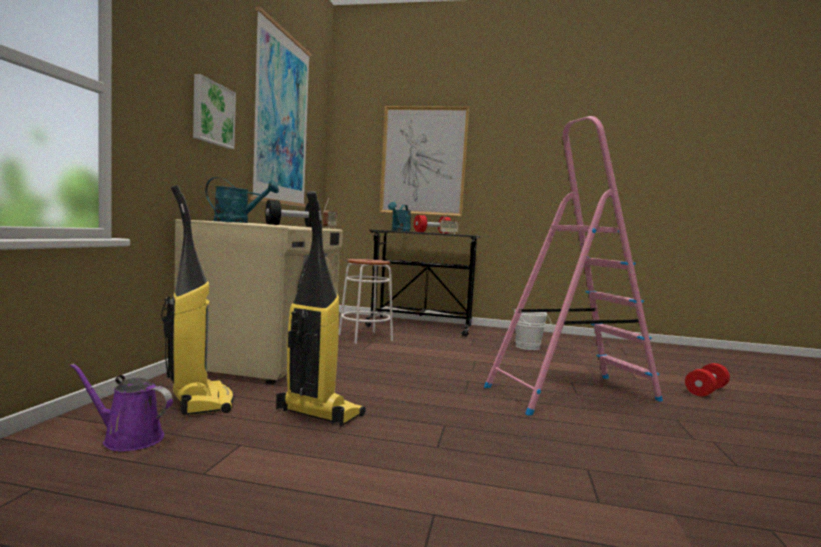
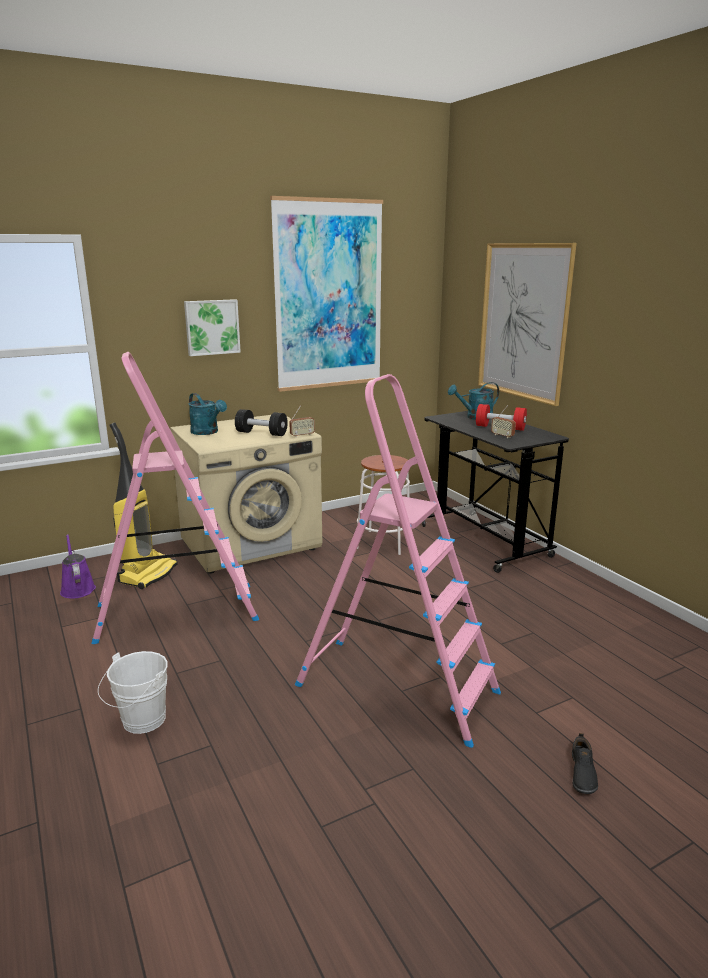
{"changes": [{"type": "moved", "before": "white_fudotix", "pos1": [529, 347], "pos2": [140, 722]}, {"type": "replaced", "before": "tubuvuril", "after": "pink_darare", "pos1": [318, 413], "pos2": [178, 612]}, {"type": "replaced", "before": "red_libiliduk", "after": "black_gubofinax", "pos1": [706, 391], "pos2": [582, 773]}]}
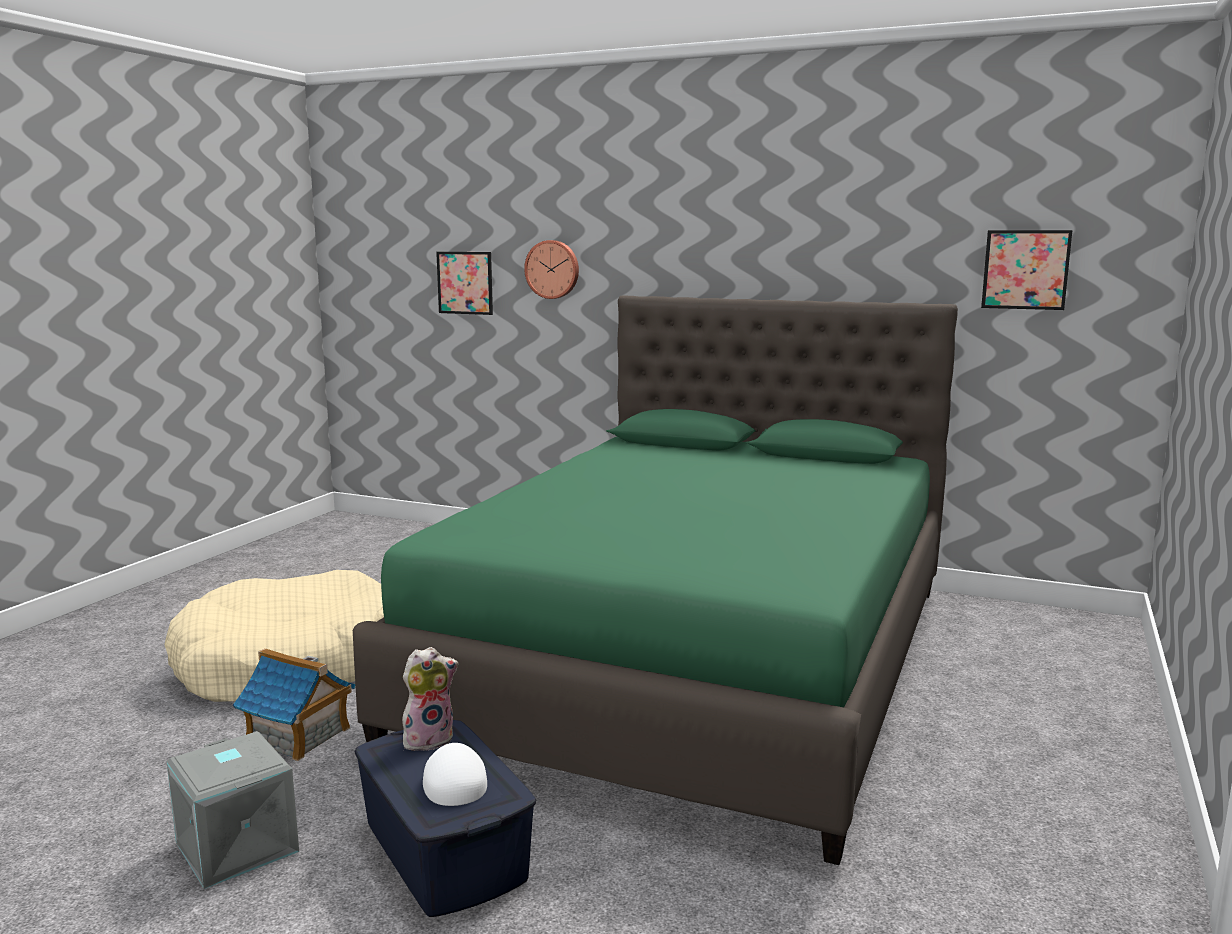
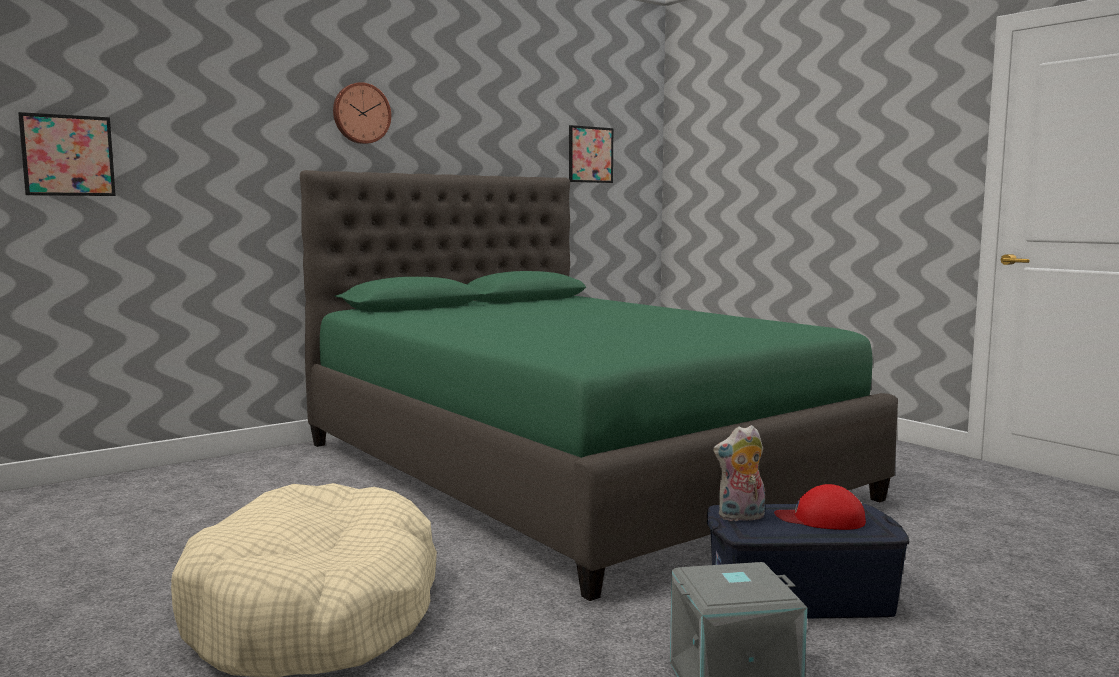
{"changes": [{"type": "removed", "before": "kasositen", "pos1": [298, 736]}, {"type": "moved", "before": "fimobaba", "pos1": [553, 269], "pos2": [361, 113]}, {"type": "recoloured", "before": "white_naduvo", "after": "red_naduvo", "pos1": [454, 780], "pos2": [821, 519]}, {"type": "turned", "before": "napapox", "pos1": [429, 739], "pos2": [740, 517], "turn": -105}]}
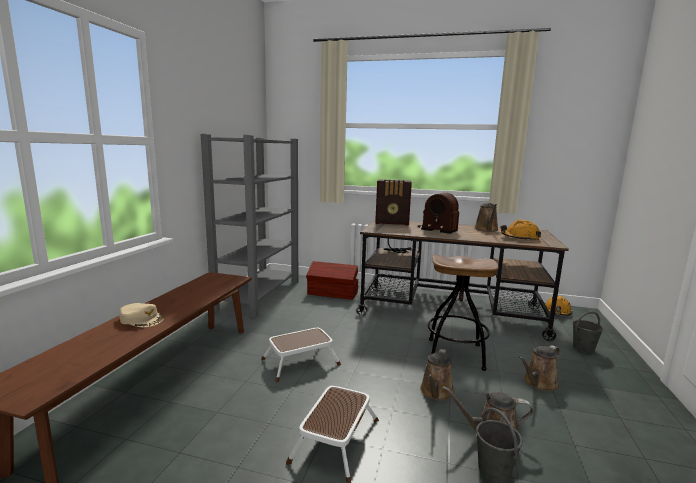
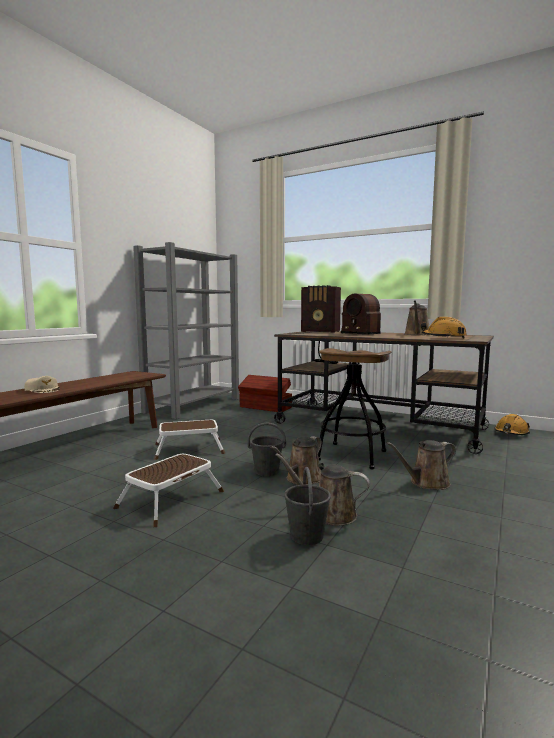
{"changes": [{"type": "moved", "before": "grey_fudotix", "pos1": [583, 348], "pos2": [267, 471]}]}
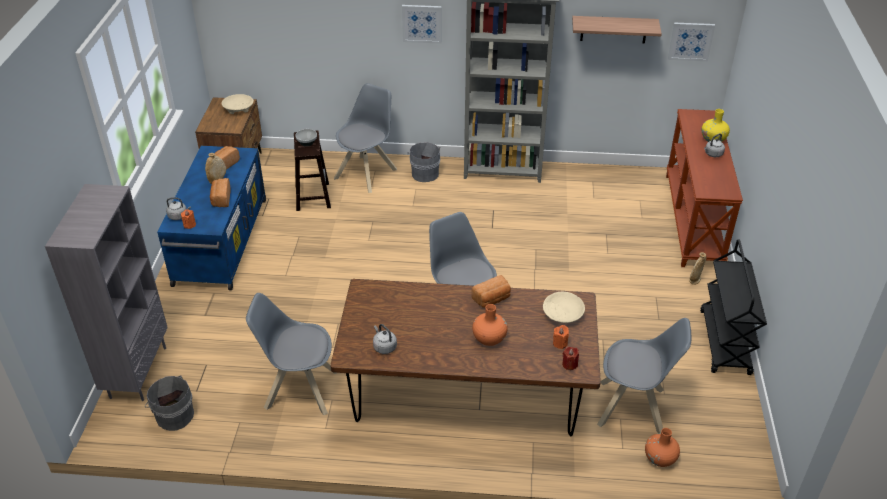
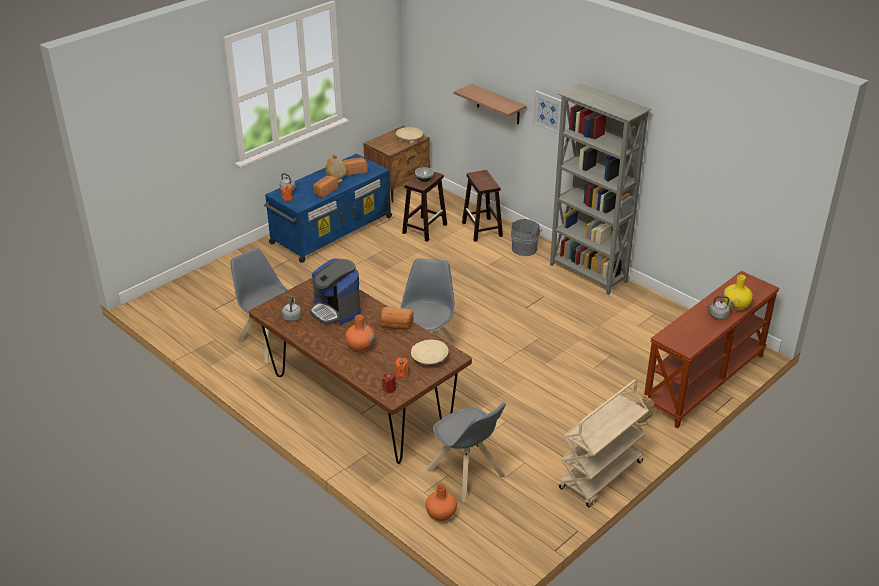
{"changes": [{"type": "removed", "before": "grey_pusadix", "pos1": [137, 372]}, {"type": "removed", "before": "grey_fudotix", "pos1": [173, 415]}, {"type": "removed", "before": "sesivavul", "pos1": [691, 41]}, {"type": "added", "after": "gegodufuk", "pos2": [335, 310]}, {"type": "moved", "before": "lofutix", "pos1": [613, 29], "pos2": [498, 104]}, {"type": "replaced", "before": "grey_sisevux", "after": "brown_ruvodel", "pos1": [367, 173], "pos2": [482, 230]}, {"type": "recoloured", "before": "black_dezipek", "after": "beige_dezipek", "pos1": [725, 343], "pos2": [601, 476]}]}
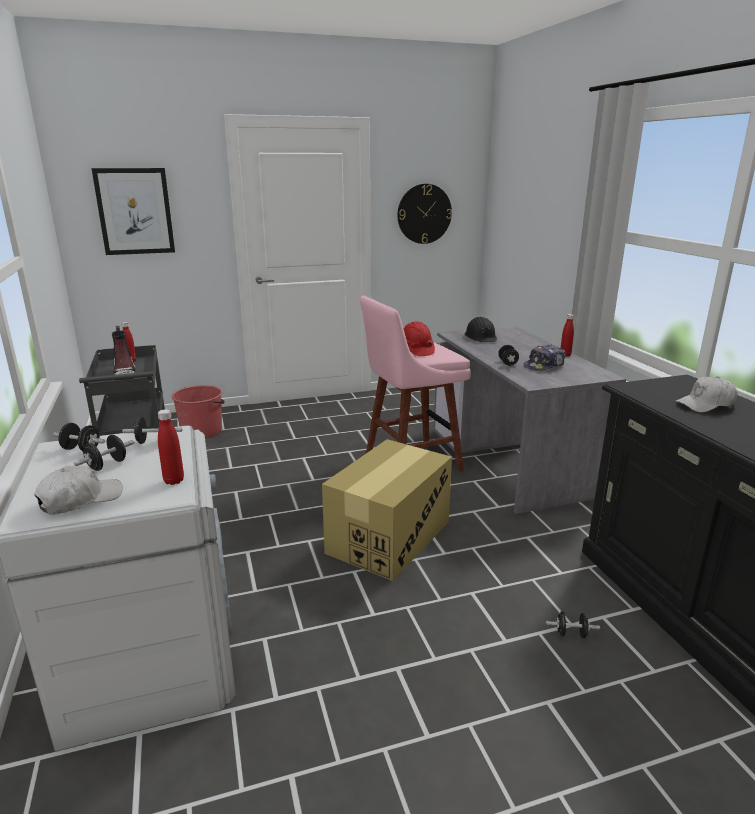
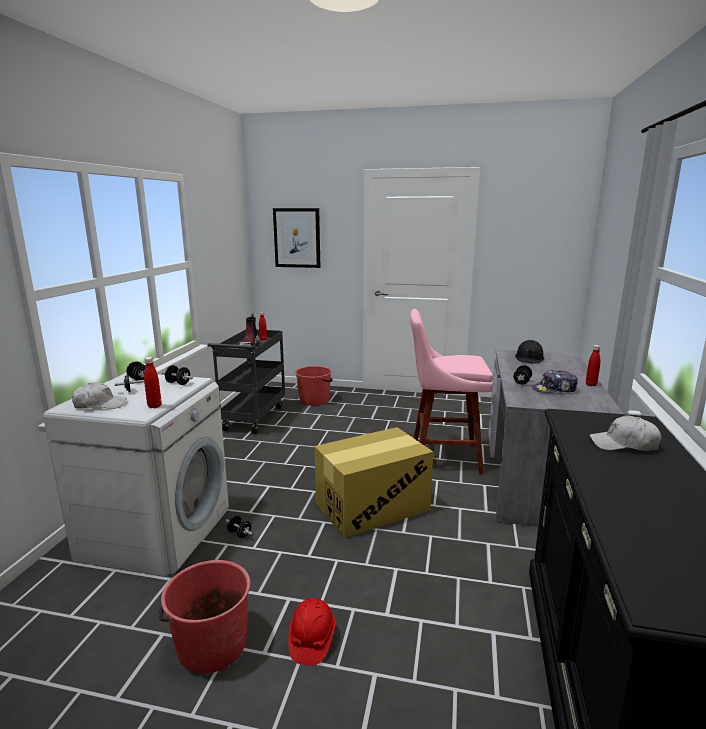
{"changes": [{"type": "removed", "before": "fimobaba", "pos1": [424, 214]}, {"type": "added", "after": "red_fudotix", "pos2": [211, 645]}, {"type": "moved", "before": "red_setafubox", "pos1": [416, 350], "pos2": [311, 640]}, {"type": "moved", "before": "black_libiliduk", "pos1": [571, 634], "pos2": [239, 534]}]}
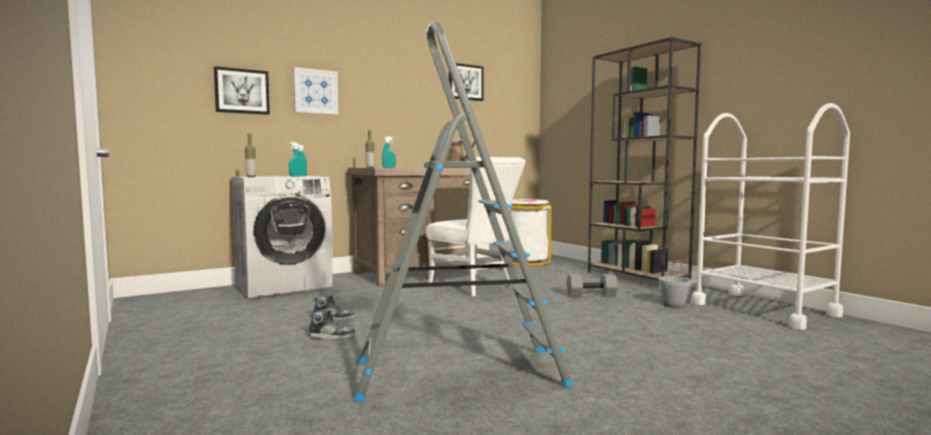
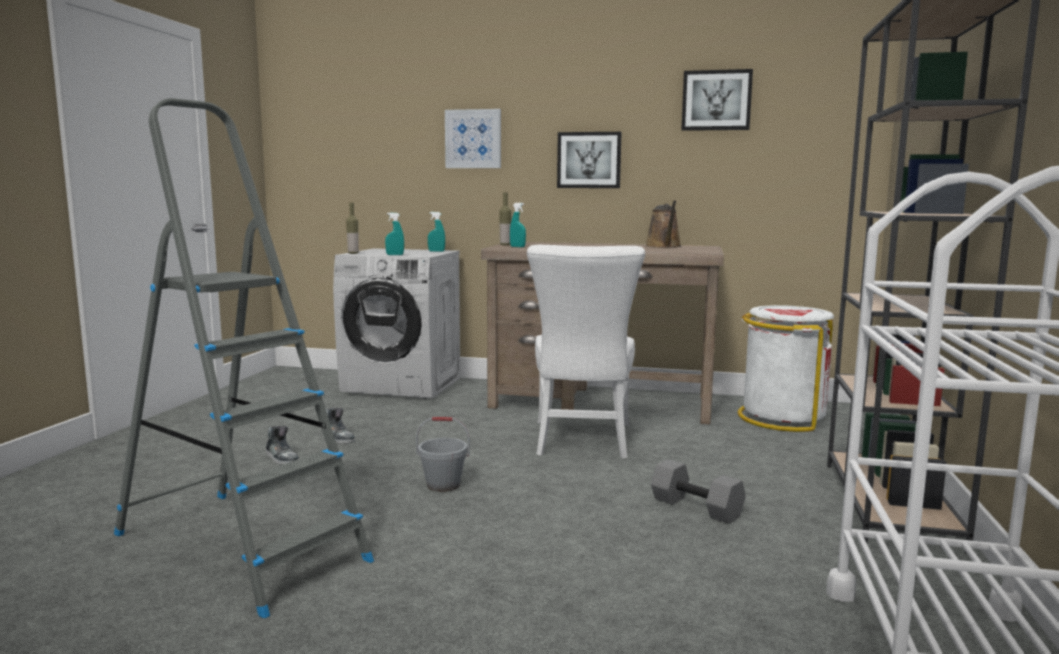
{"changes": [{"type": "moved", "before": "sesivavul", "pos1": [242, 91], "pos2": [589, 160]}, {"type": "moved", "before": "grey_fudotix", "pos1": [673, 304], "pos2": [443, 485]}]}
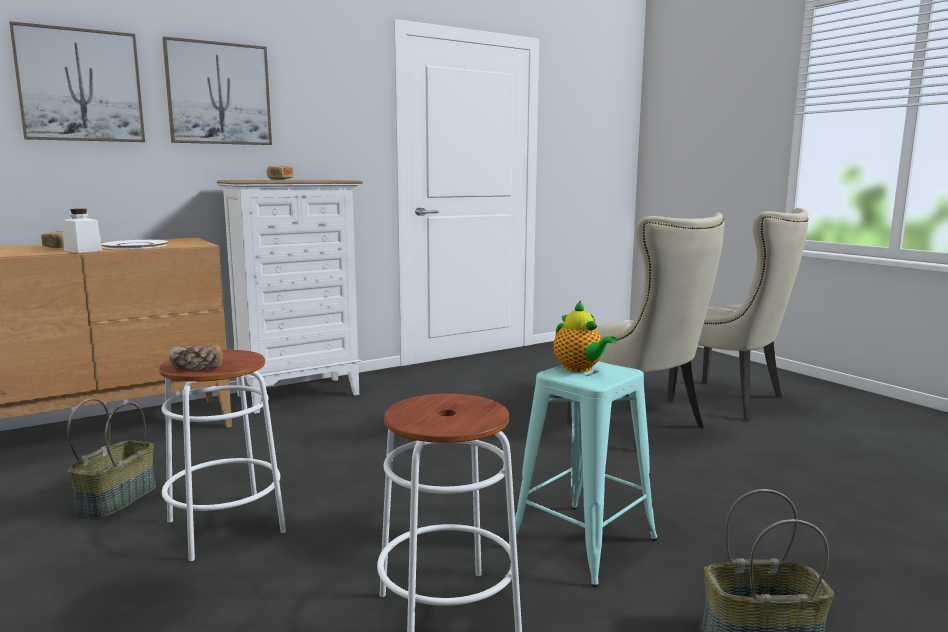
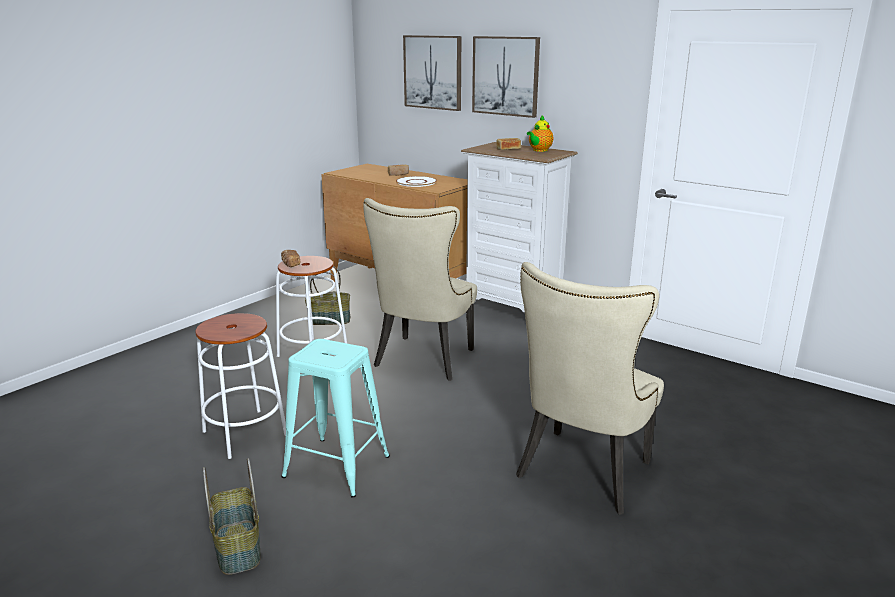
{"changes": [{"type": "removed", "before": "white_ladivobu", "pos1": [83, 250]}, {"type": "moved", "before": "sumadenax", "pos1": [580, 369], "pos2": [539, 150]}, {"type": "moved", "before": "beige_sisevux", "pos1": [729, 400], "pos2": [424, 359]}]}
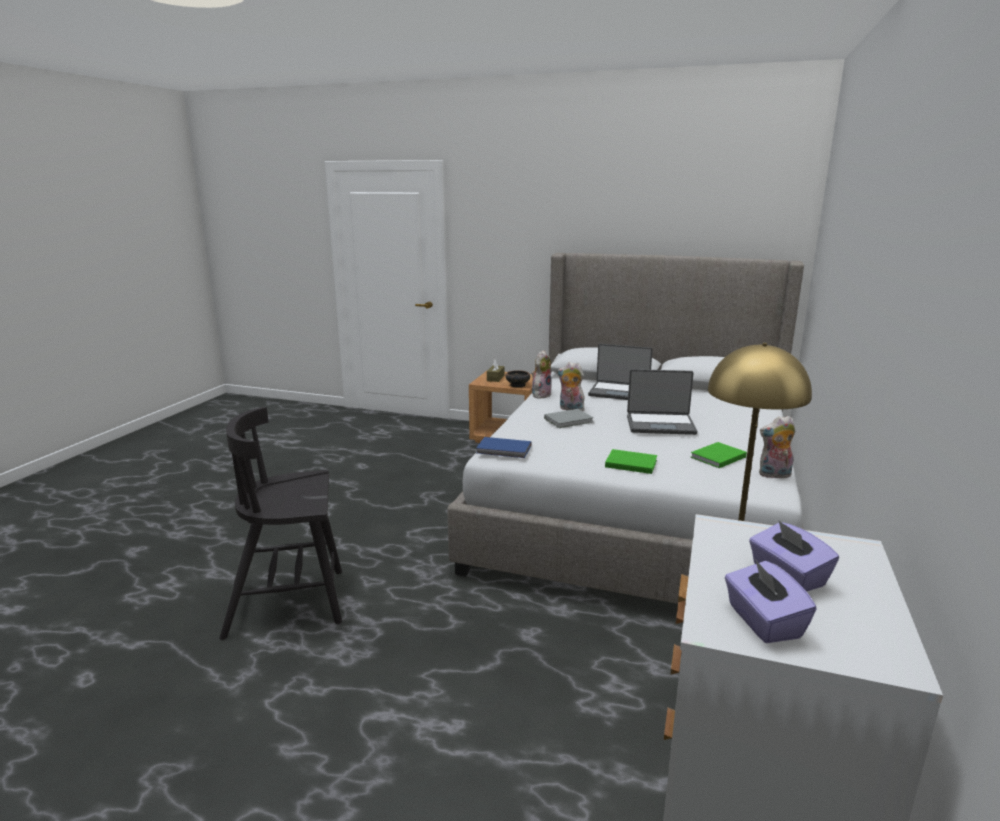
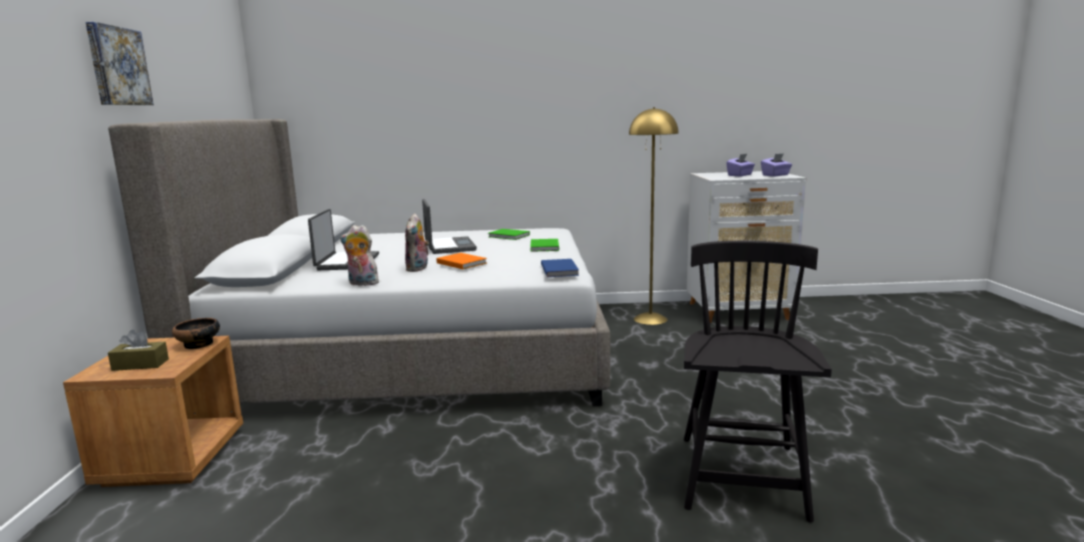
{"changes": [{"type": "removed", "before": "napapox", "pos1": [774, 475]}, {"type": "added", "after": "sesivavul", "pos2": [117, 66]}, {"type": "recoloured", "before": "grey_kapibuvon", "after": "orange_kapibuvon", "pos1": [570, 420], "pos2": [461, 263]}, {"type": "turned", "before": "black_sisevux", "pos1": [289, 602], "pos2": [741, 477], "turn": -135}]}
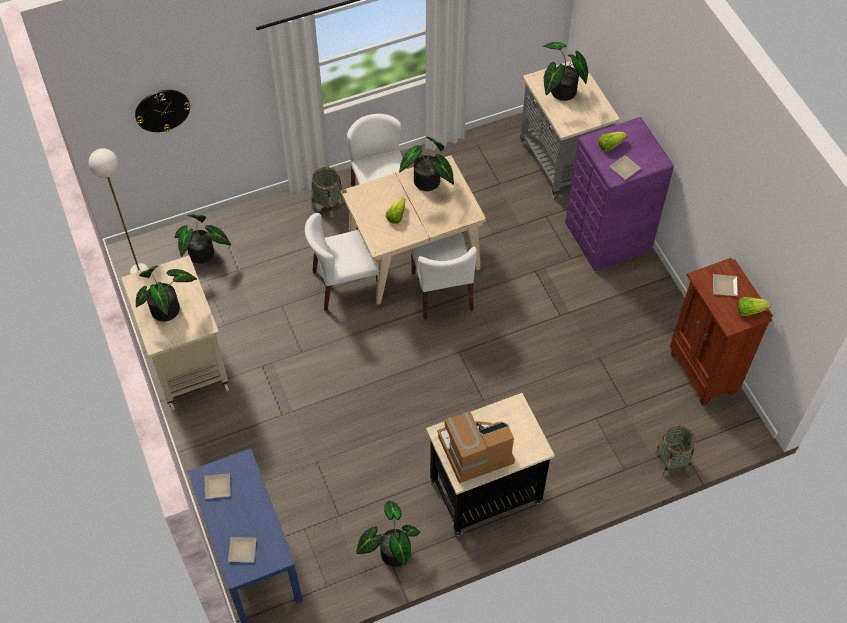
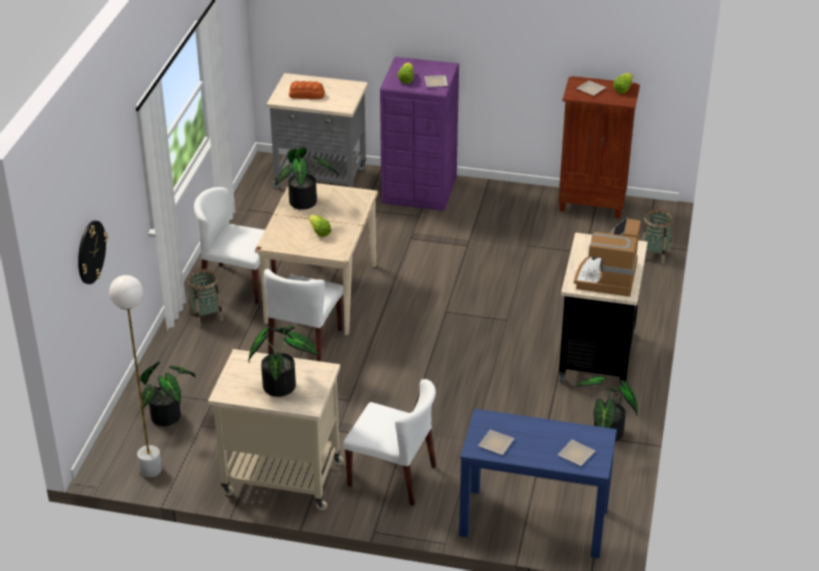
{"changes": [{"type": "moved", "before": "white_sisevux", "pos1": [442, 291], "pos2": [393, 476]}, {"type": "replaced", "before": "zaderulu", "after": "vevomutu", "pos1": [560, 92], "pos2": [307, 95]}]}
